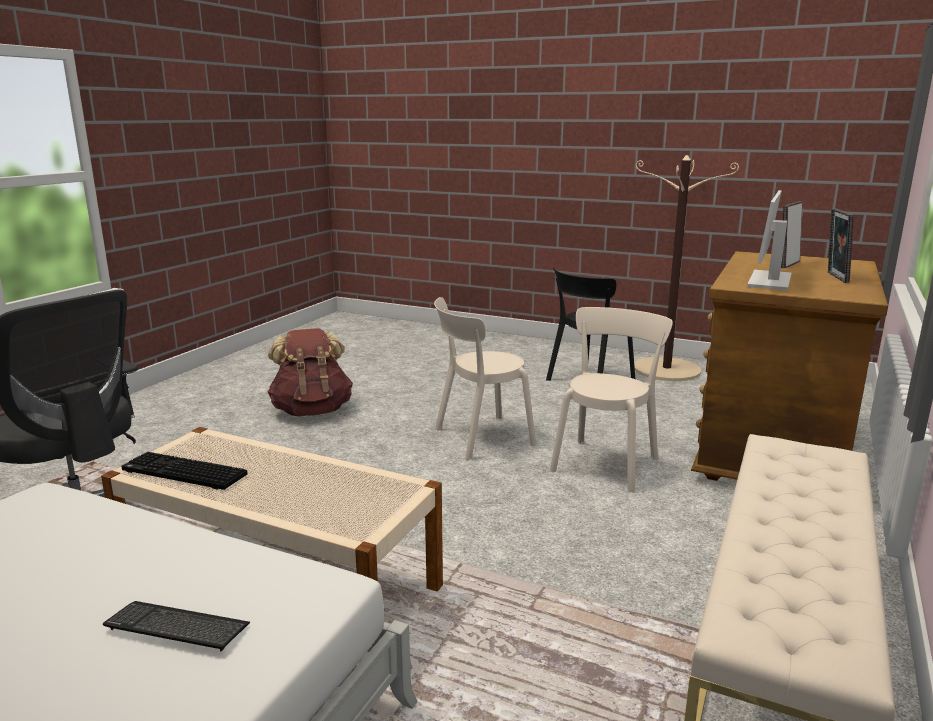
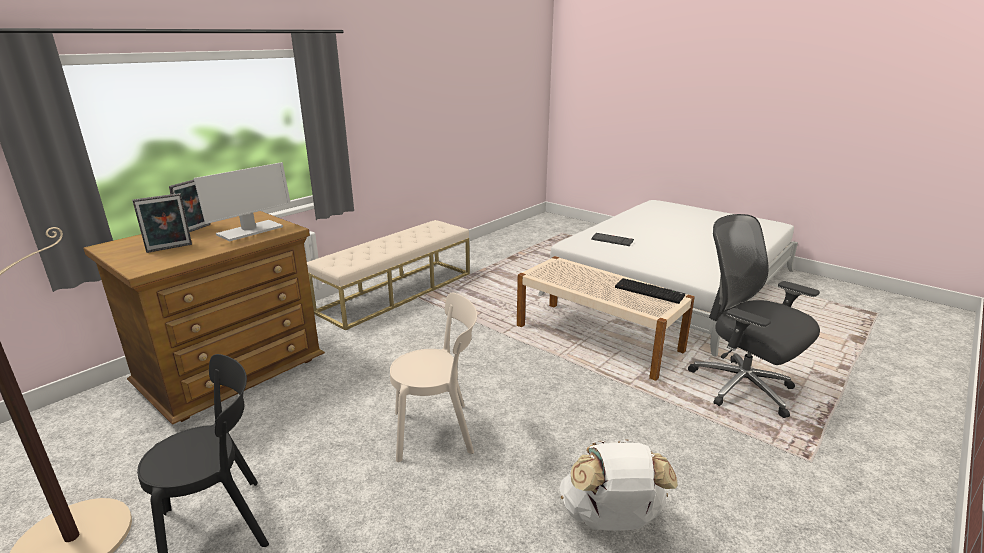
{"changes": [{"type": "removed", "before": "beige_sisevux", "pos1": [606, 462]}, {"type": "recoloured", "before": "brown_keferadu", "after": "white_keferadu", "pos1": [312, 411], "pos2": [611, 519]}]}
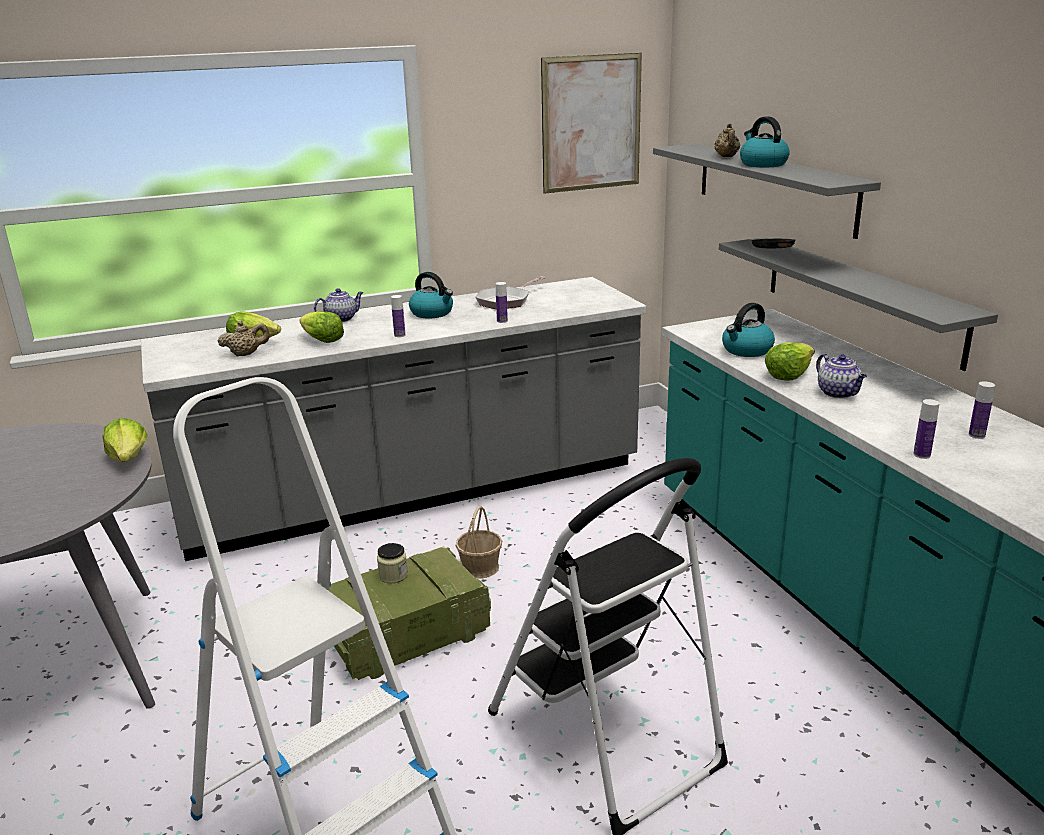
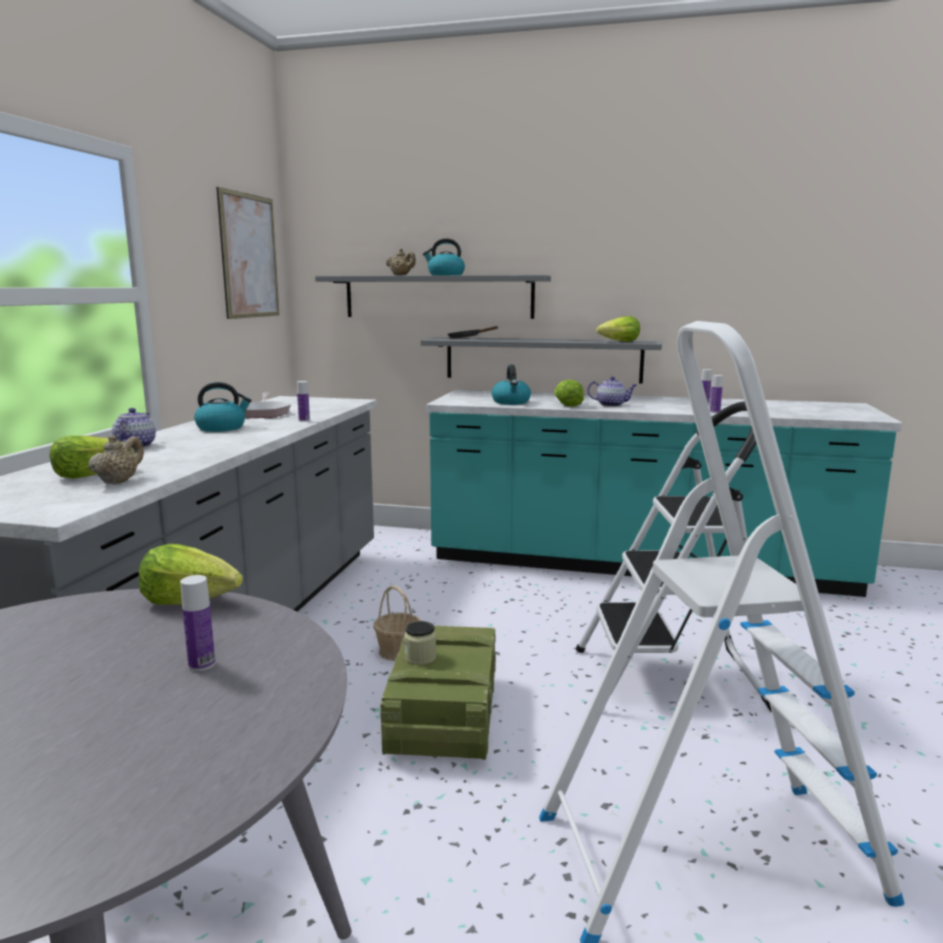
{"changes": [{"type": "moved", "before": "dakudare", "pos1": [321, 340], "pos2": [620, 342]}, {"type": "moved", "before": "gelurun", "pos1": [399, 335], "pos2": [202, 665]}]}
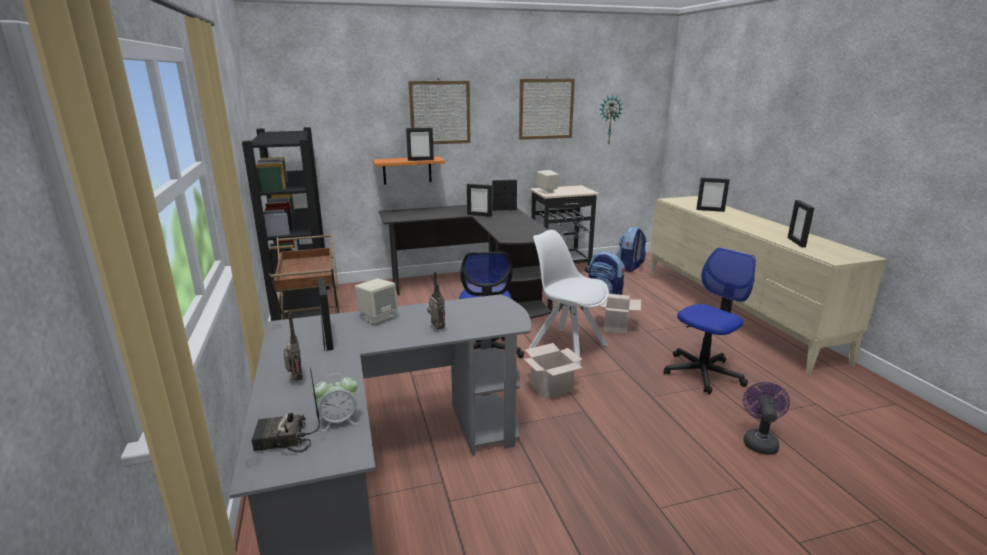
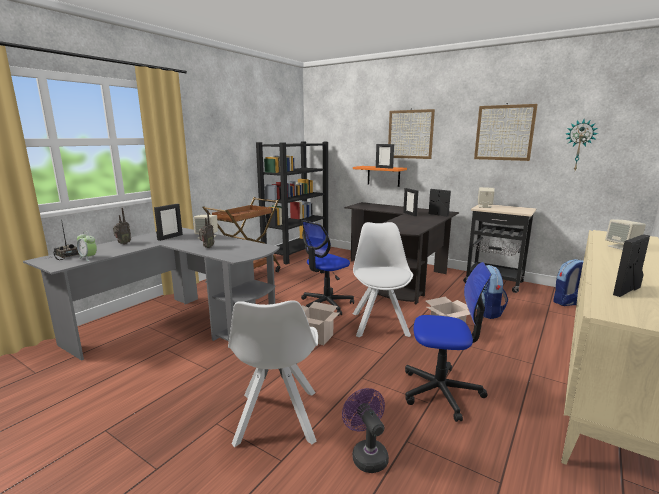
{"changes": [{"type": "added", "after": "white_sisevux", "pos2": [276, 418]}, {"type": "replaced", "before": "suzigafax", "after": "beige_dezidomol", "pos1": [710, 210], "pos2": [622, 247]}, {"type": "turned", "before": "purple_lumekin", "pos1": [759, 441], "pos2": [367, 454], "turn": -90}]}
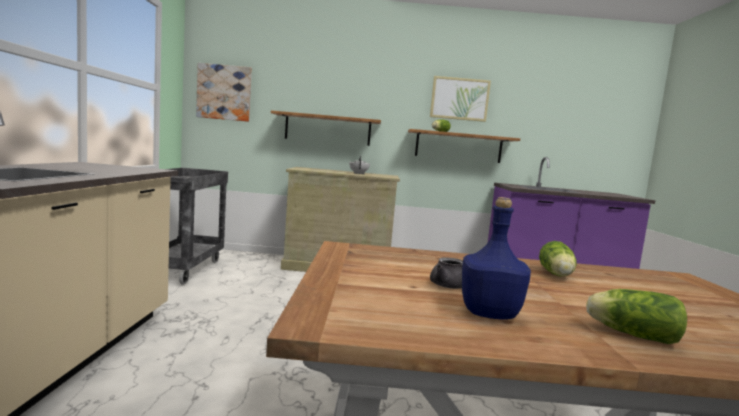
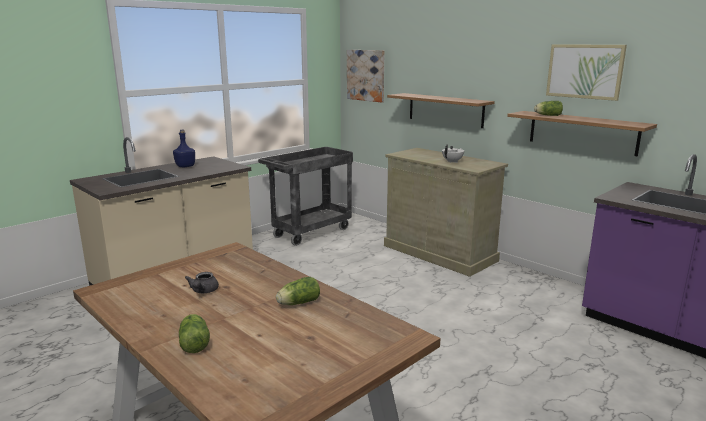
{"changes": [{"type": "moved", "before": "blue_gelurun", "pos1": [490, 313], "pos2": [185, 166]}]}
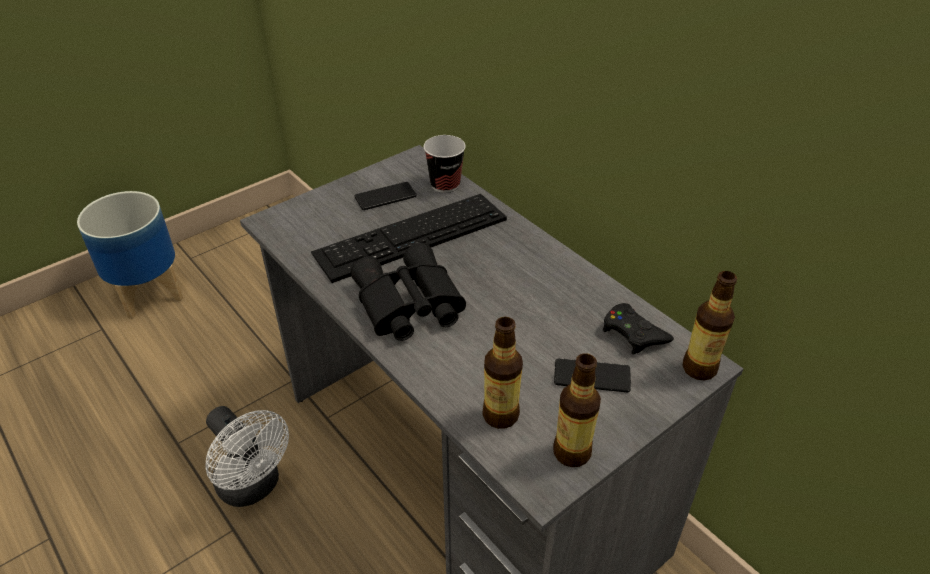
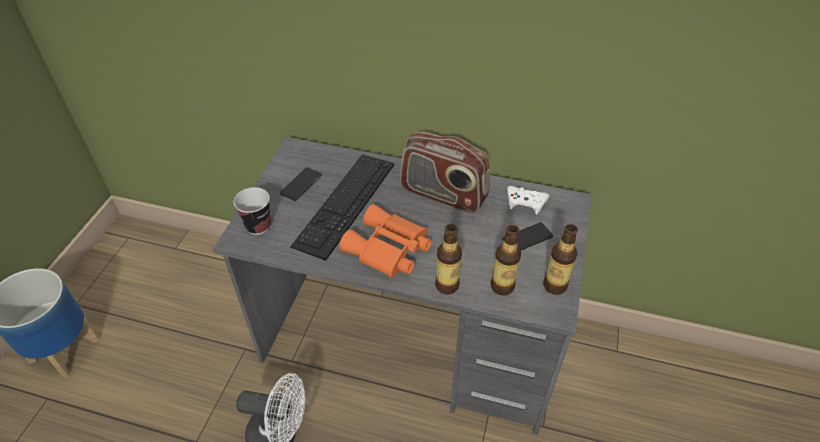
{"changes": [{"type": "added", "after": "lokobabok", "pos2": [443, 195]}, {"type": "moved", "before": "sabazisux", "pos1": [445, 184], "pos2": [258, 226]}, {"type": "moved", "before": "gelurun", "pos1": [699, 368], "pos2": [447, 285]}, {"type": "recoloured", "before": "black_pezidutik", "after": "orange_pezidutik", "pos1": [407, 305], "pos2": [388, 250]}, {"type": "recoloured", "before": "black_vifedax", "after": "white_vifedax", "pos1": [633, 333], "pos2": [525, 202]}]}
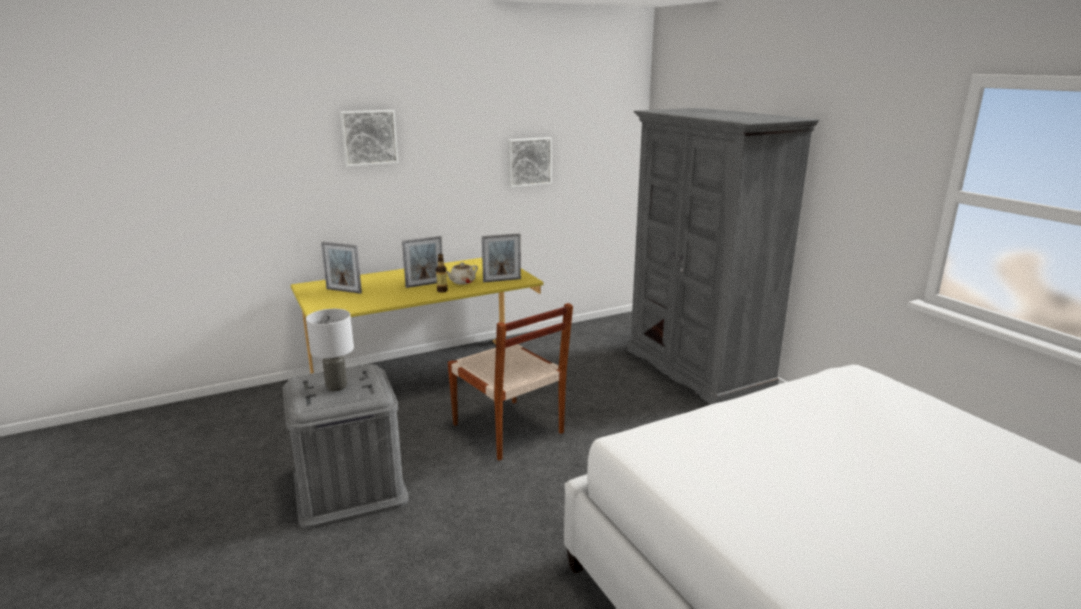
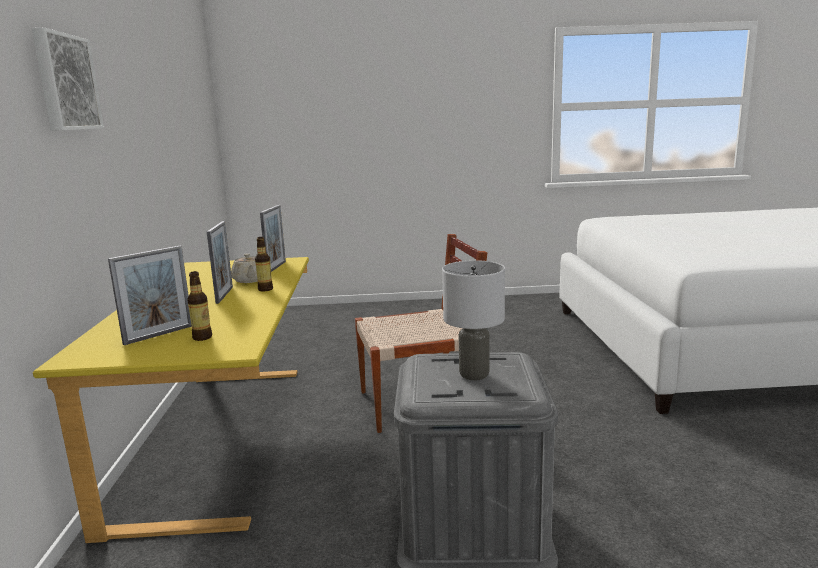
{"changes": [{"type": "removed", "before": "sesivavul", "pos1": [529, 161]}, {"type": "removed", "before": "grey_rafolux", "pos1": [697, 369]}, {"type": "added", "after": "gelurun", "pos2": [202, 337]}]}
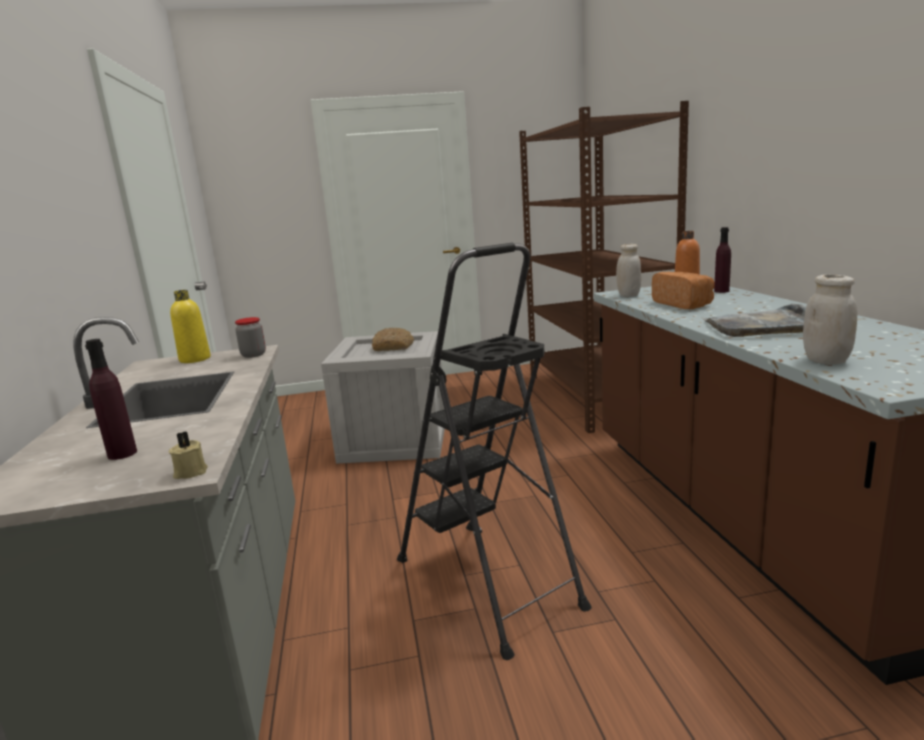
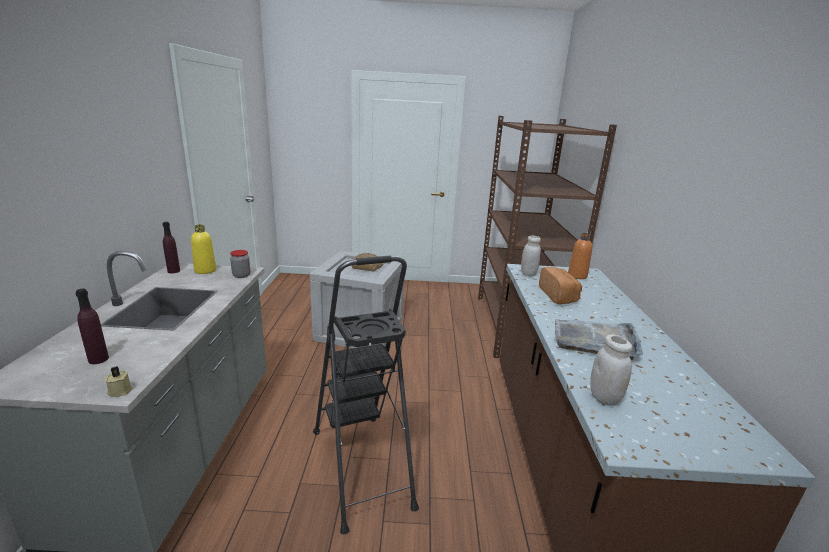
{"changes": [{"type": "moved", "before": "purple_gelurun", "pos1": [721, 291], "pos2": [173, 271]}]}
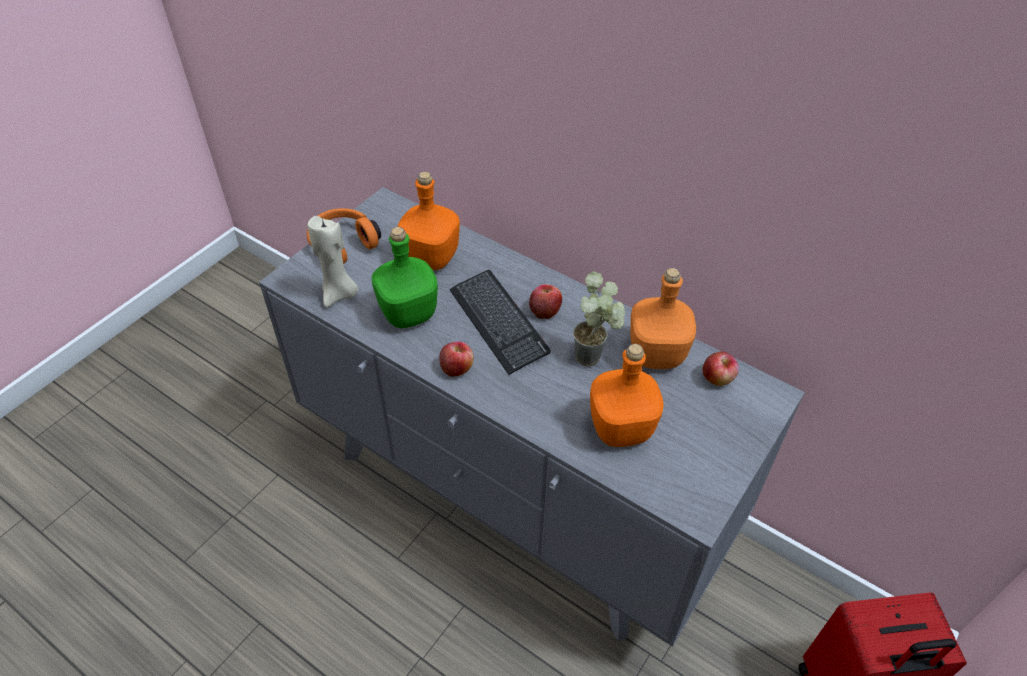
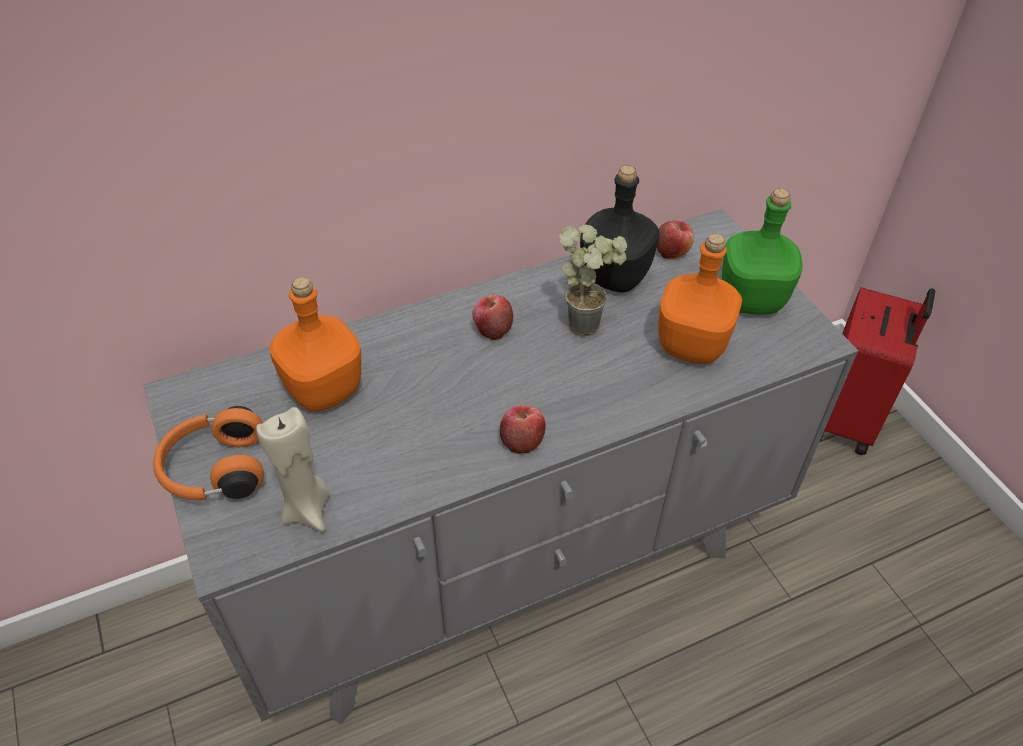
{"changes": [{"type": "removed", "before": "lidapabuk", "pos1": [498, 322]}, {"type": "moved", "before": "green_gelurun", "pos1": [407, 312], "pos2": [750, 299]}, {"type": "recoloured", "before": "orange_gelurun", "after": "black_gelurun", "pos1": [656, 353], "pos2": [613, 276]}]}
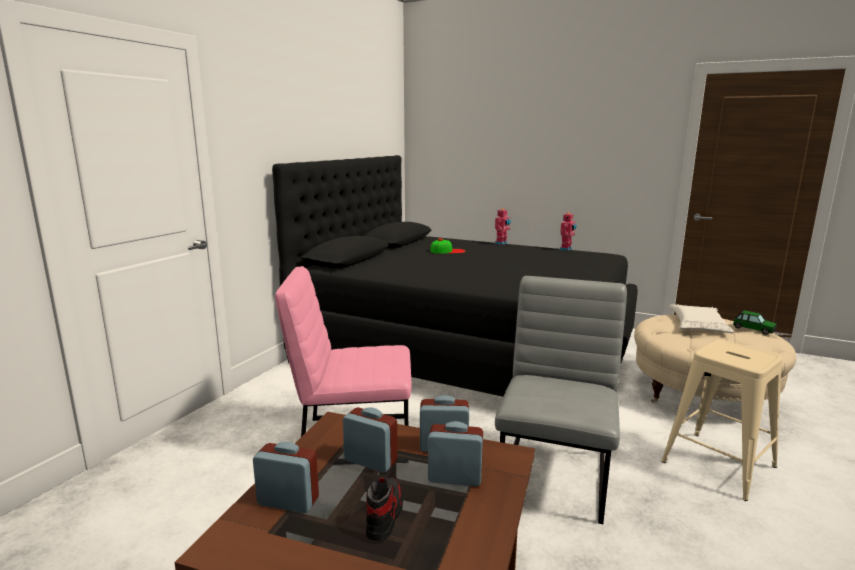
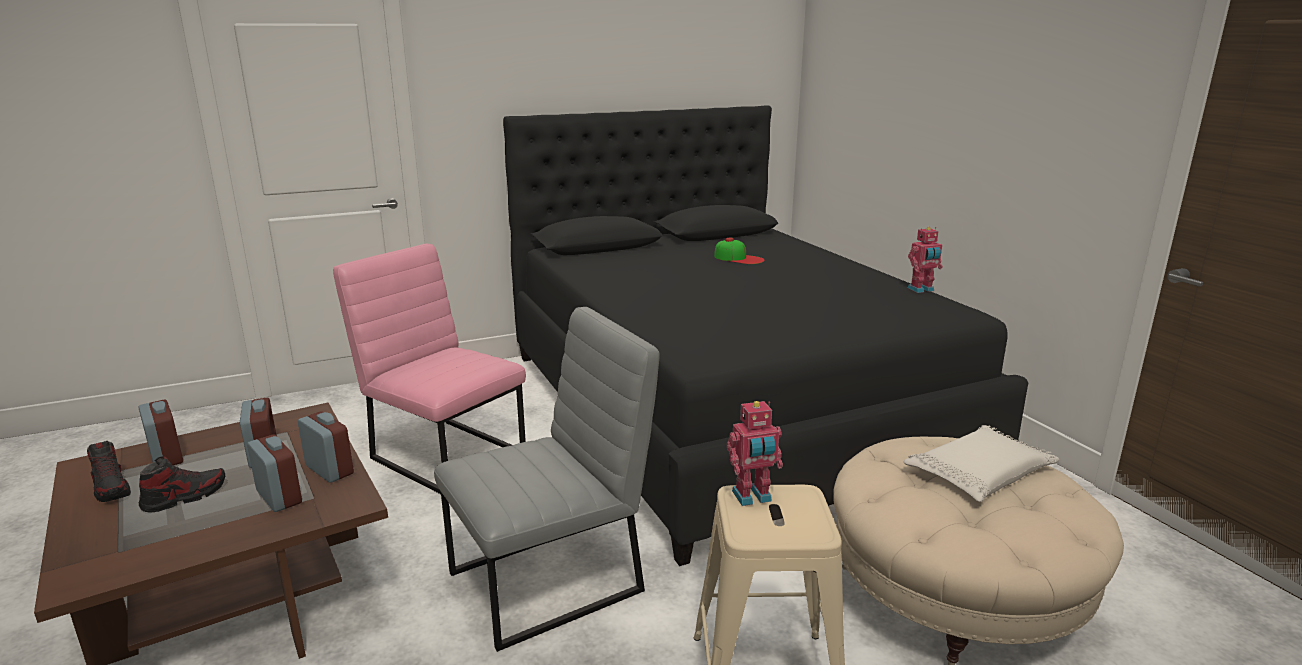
{"changes": [{"type": "removed", "before": "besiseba", "pos1": [753, 329]}, {"type": "added", "after": "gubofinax", "pos2": [112, 488]}, {"type": "moved", "before": "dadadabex", "pos1": [502, 243], "pos2": [752, 497]}]}
